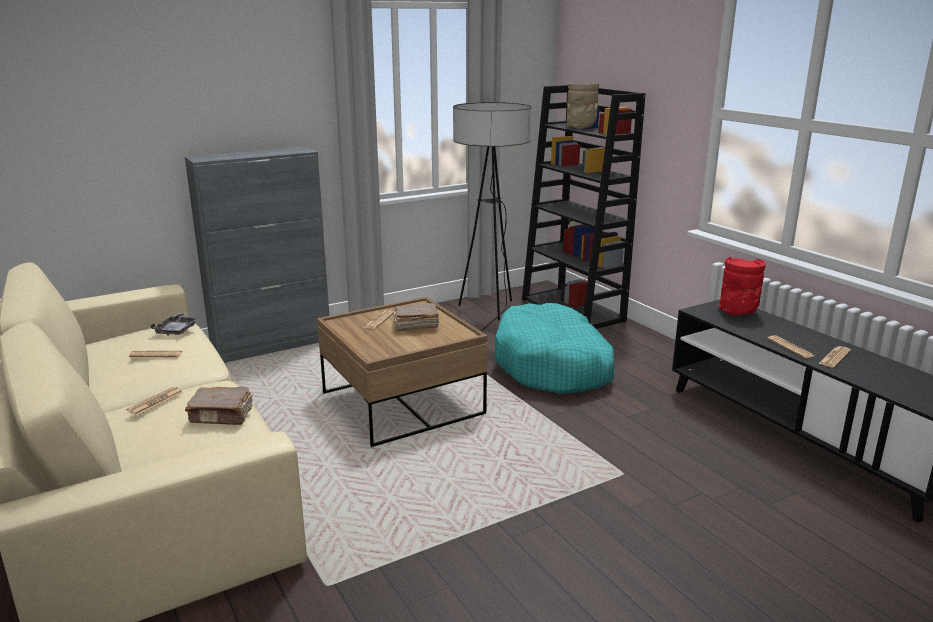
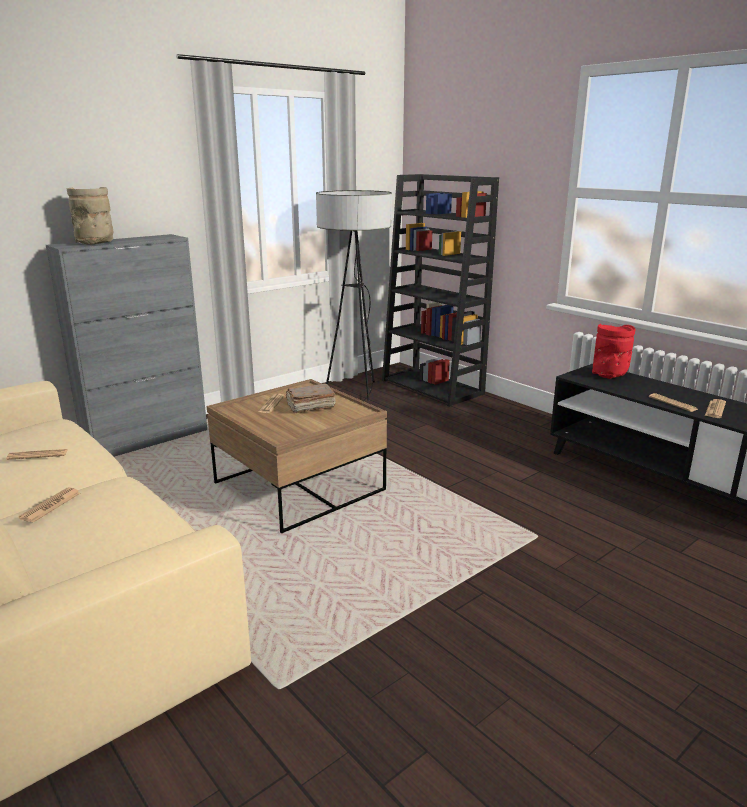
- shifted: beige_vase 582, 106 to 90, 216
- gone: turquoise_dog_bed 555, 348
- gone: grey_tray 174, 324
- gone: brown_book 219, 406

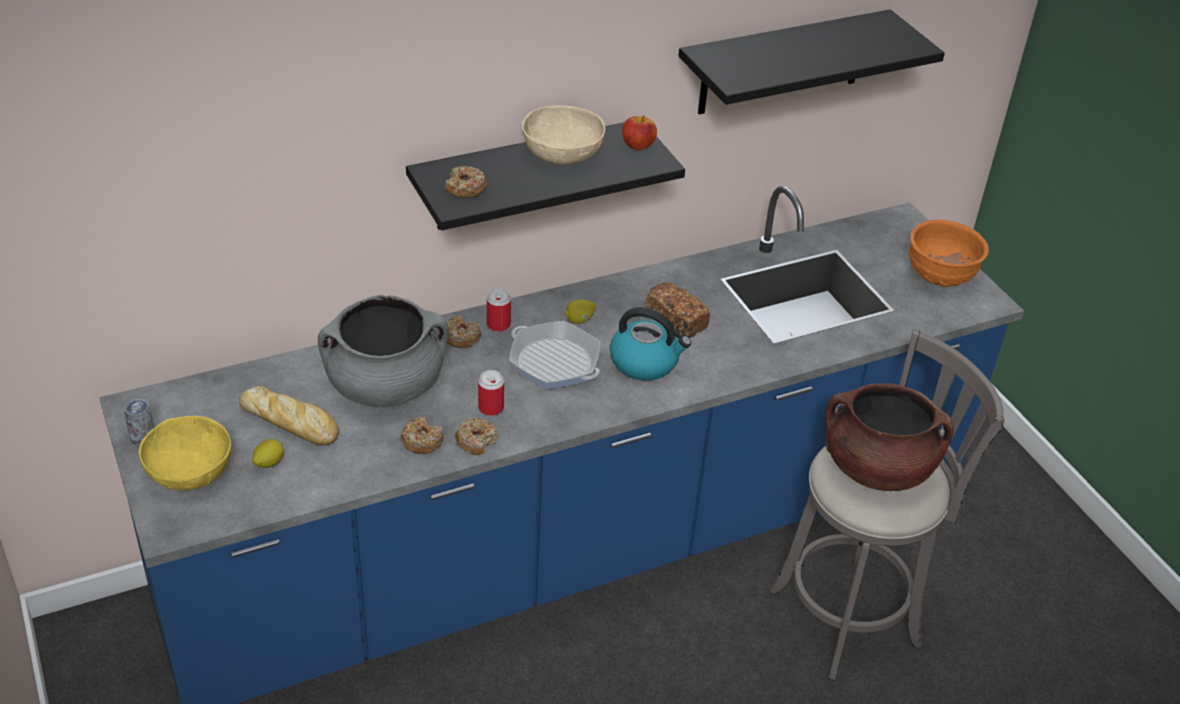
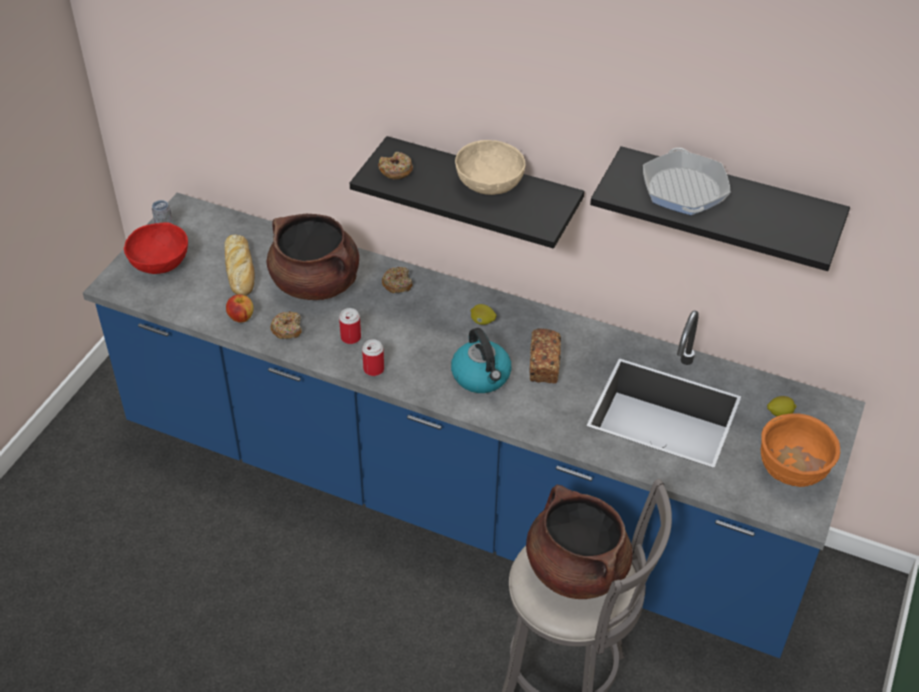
- shifted: apple 639, 133 to 240, 308
- shifted: can 499, 310 to 373, 357
- repainted: grey_cooking_pot 383, 351 to brown_cooking_pot 312, 257
- shifted: frying_pan 554, 355 to 687, 181
- repainted: yellow_bowl 185, 453 to red_bowl 156, 248
- gone: donut 476, 436
- shifted: lemon 268, 453 to 782, 406

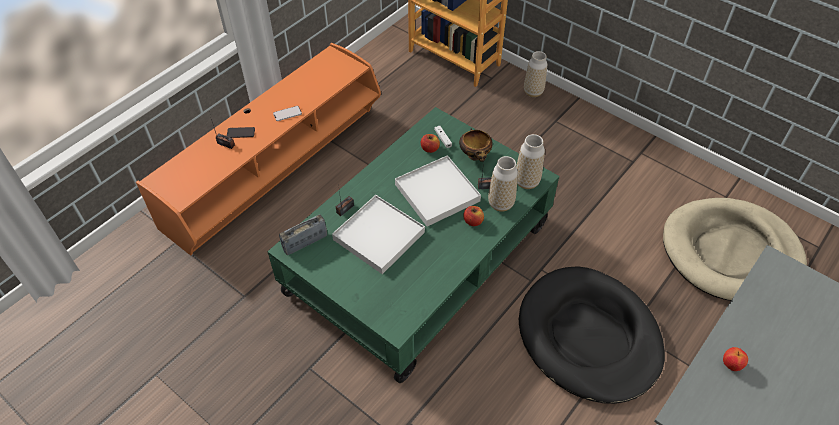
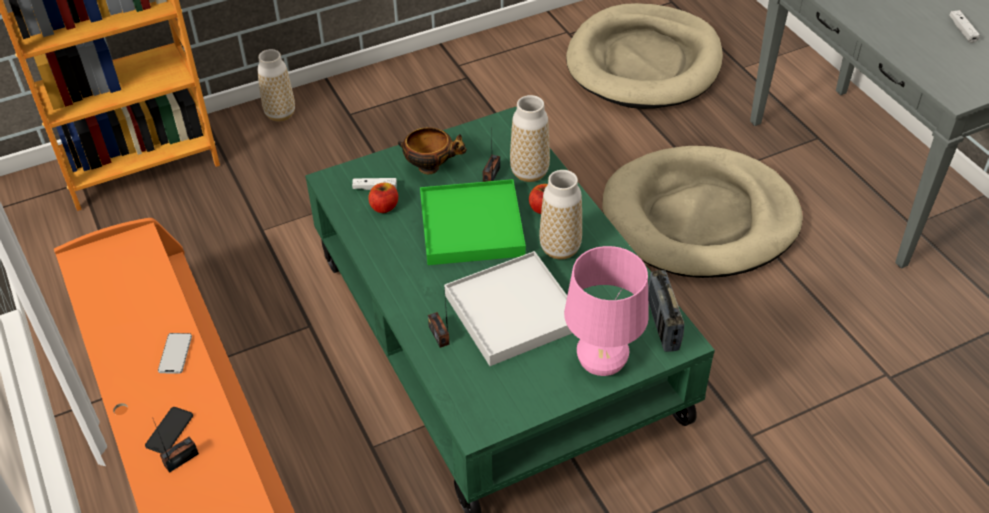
- shifted: vase 530, 161 to 560, 215
- repainted: white_tray 438, 190 to green_tray 473, 222
- shifted: radio 303, 234 to 666, 311
- repainted: black_dog_bed 592, 335 to beige_dog_bed 702, 212
- gone: apple 735, 359
- new: white_game_controller 964, 26
- new: pink_table_lamp 606, 311

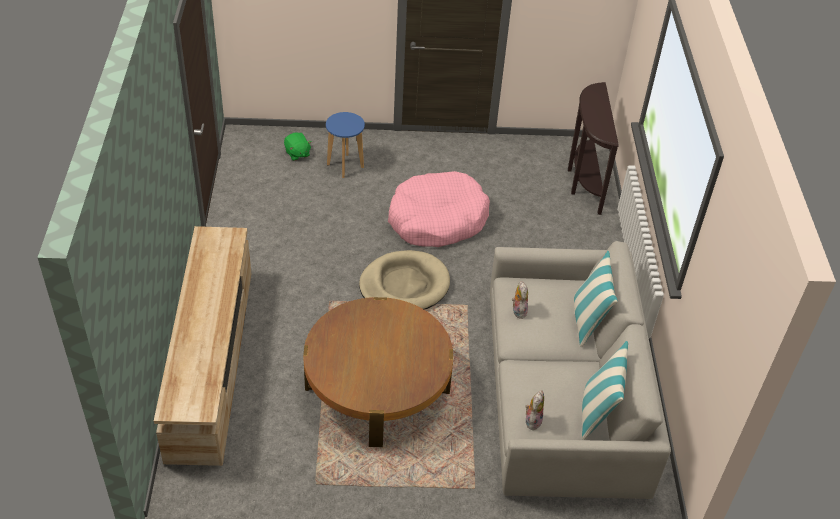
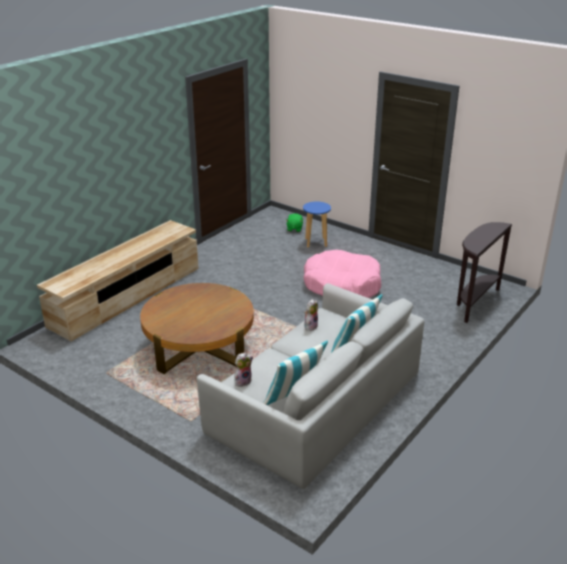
- gone: beige_dog_bed 404, 280

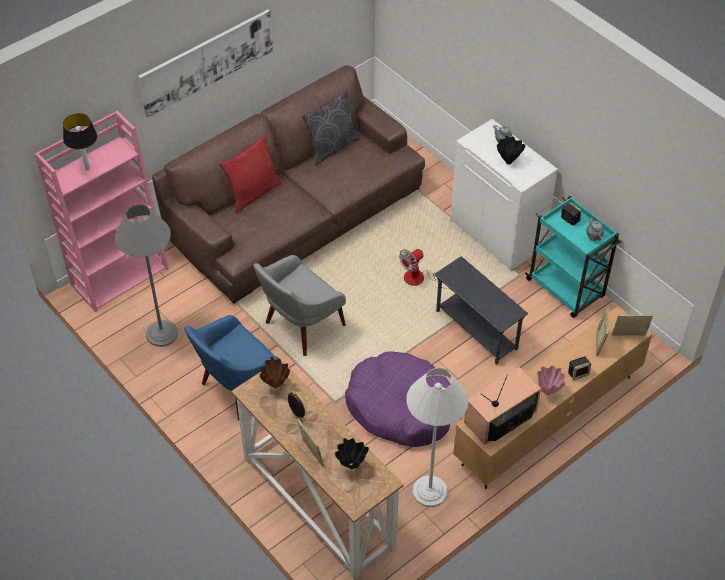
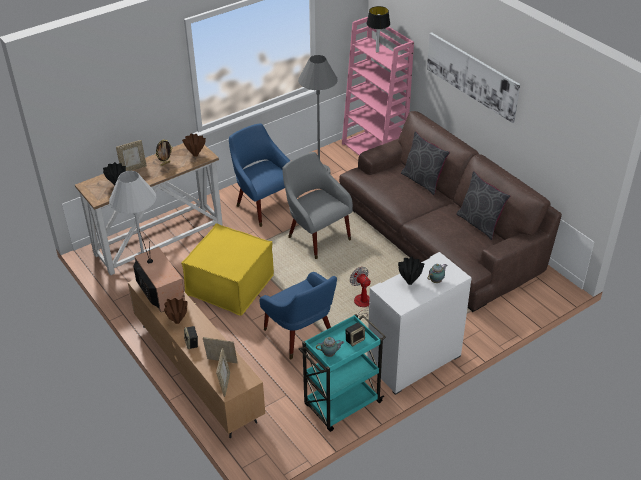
- repainted: red_pillow 250, 173 to grey_pillow 425, 163
- swapped: grey_side_table 481, 310 to blue_armchair 298, 316
- swapped: purple_dog_bed 397, 399 to yellow_ottoman 227, 269
- repainted: pink_vase 551, 380 to brown_vase 175, 311

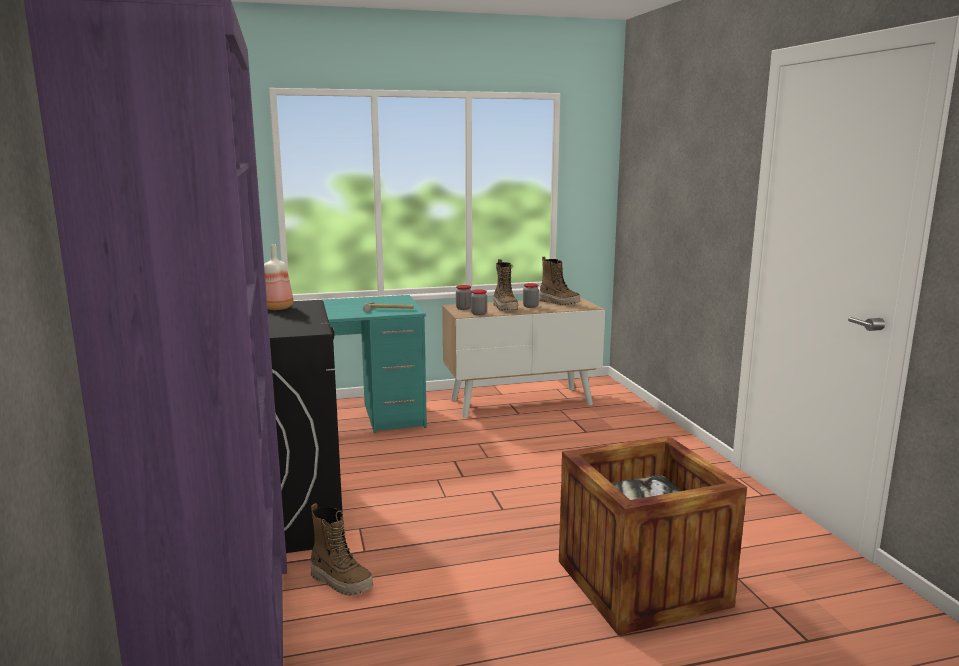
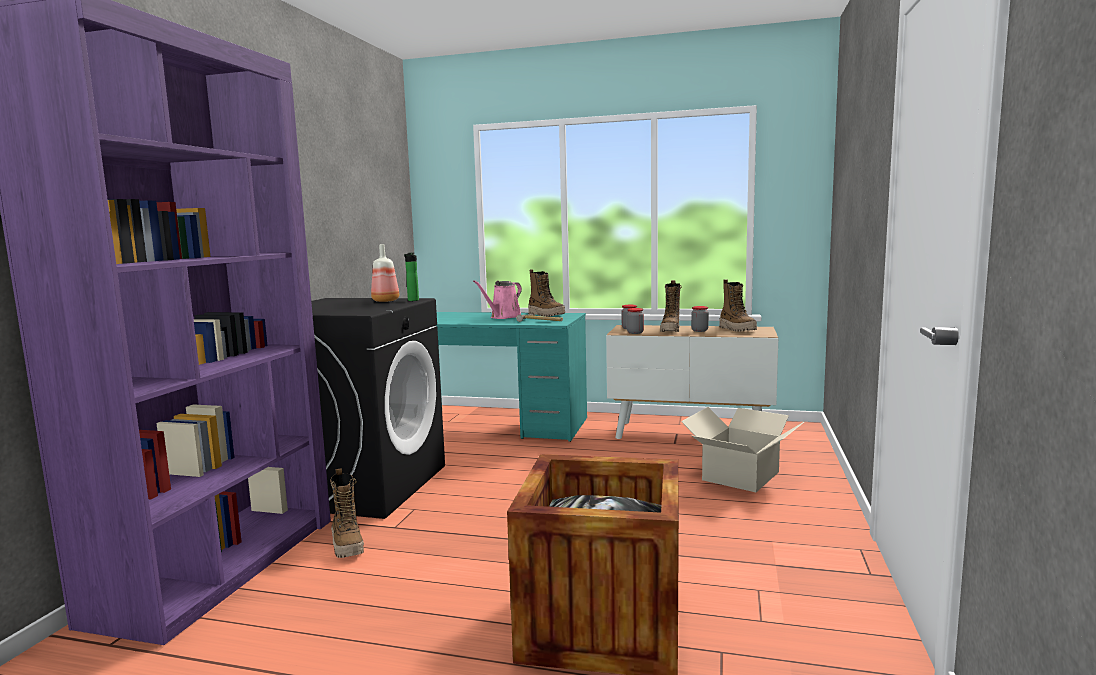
- new: bottle 411, 276
- new: boot 546, 292
- new: pink_watering_can 497, 299
- new: cardboard_box 742, 449

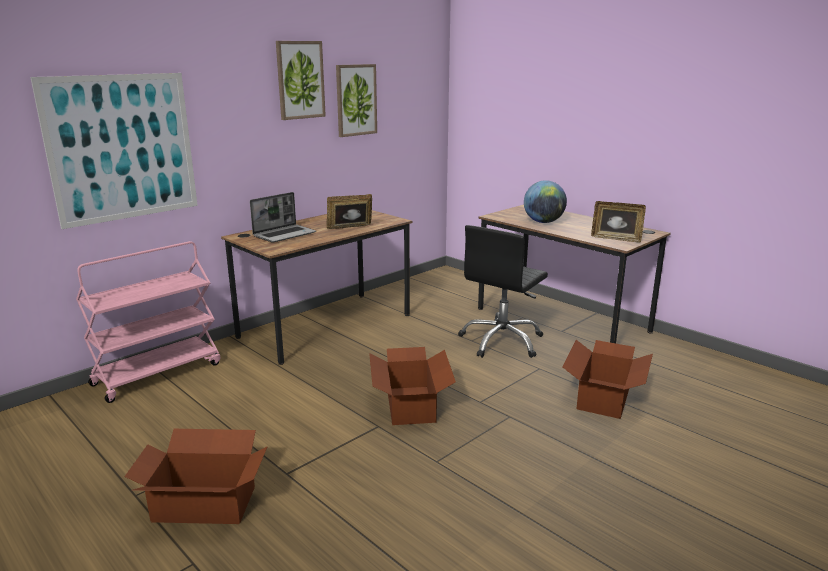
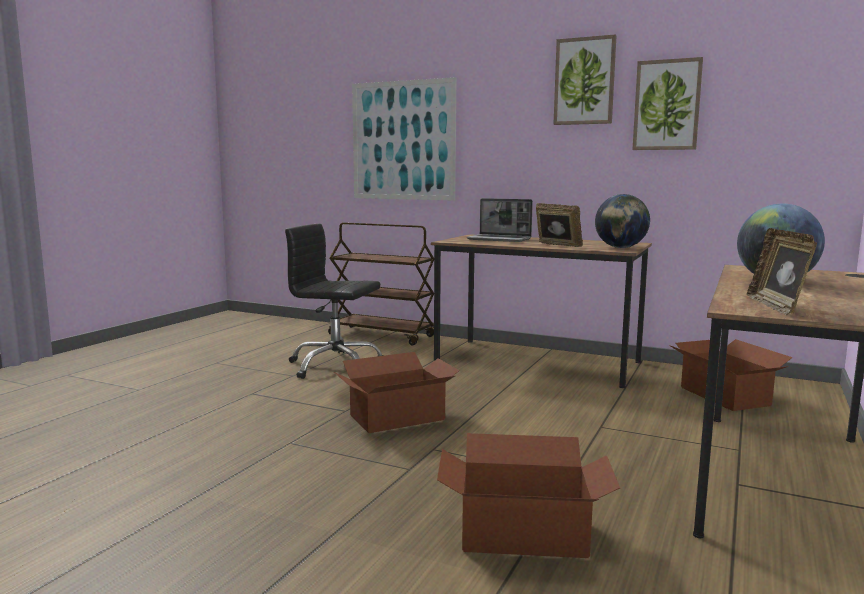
- shifted: black_office_chair 503, 291 to 334, 301
- repainted: pink_cart 148, 322 to brown_cart 381, 284
- shifted: cardboard_box 195, 476 to 731, 375
- new: globe 622, 221

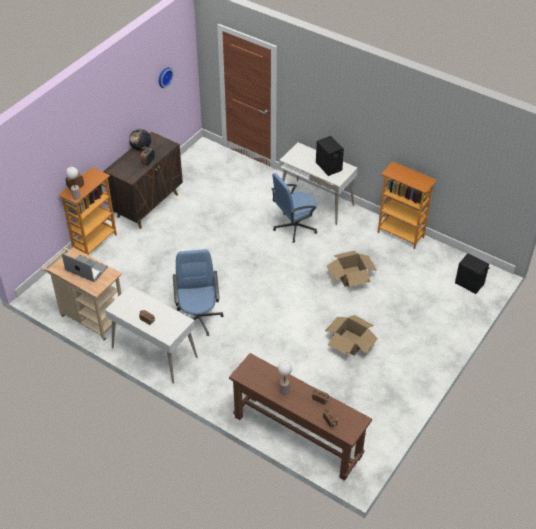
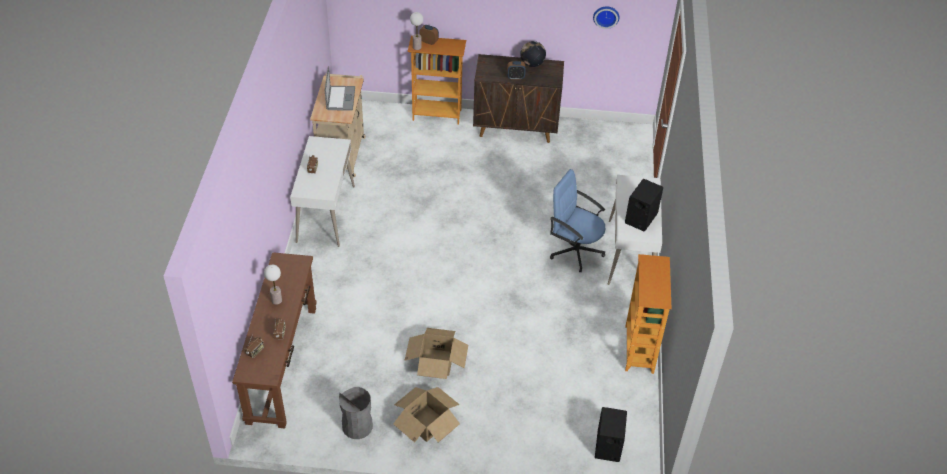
- gone: blue_office_chair 198, 292
- shifted: cardboard_box 352, 269 to 426, 415
- new: grey_trash_can 356, 413

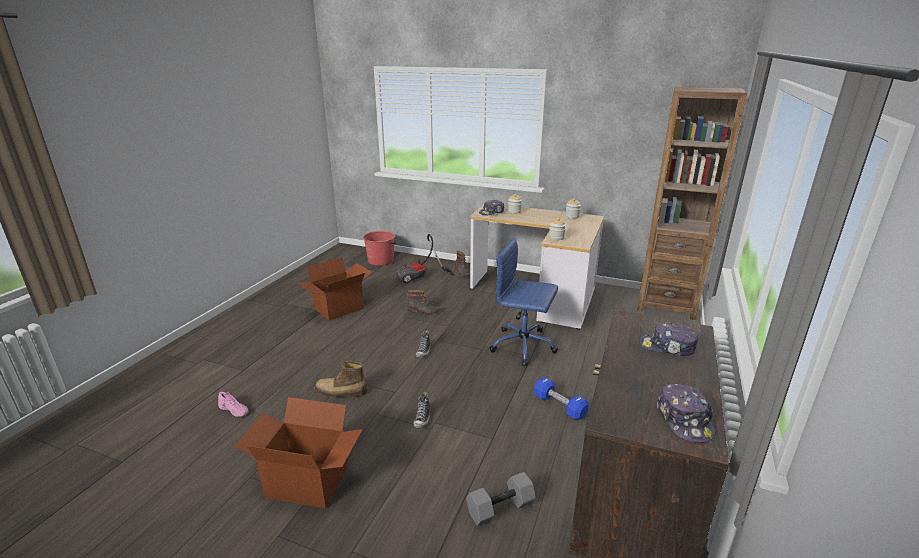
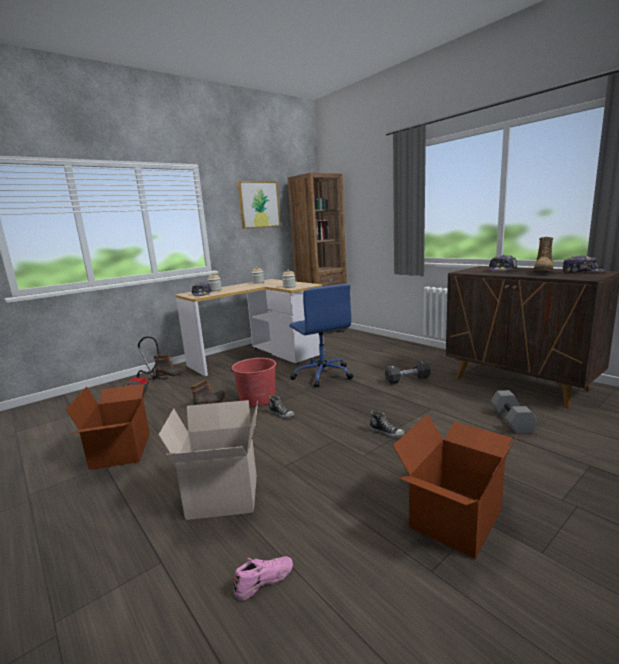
- shifted: red_bucket 379, 248 to 254, 382
- rotated: blue_office_chair 523, 302 = 321, 335 75 degrees counterclockwise
- shifted: boot 341, 379 to 543, 254
- repainted: blue_dumbbell 561, 399 to black_dumbbell 408, 372
- new: picture 259, 205
- new: cardboard_box 208, 460

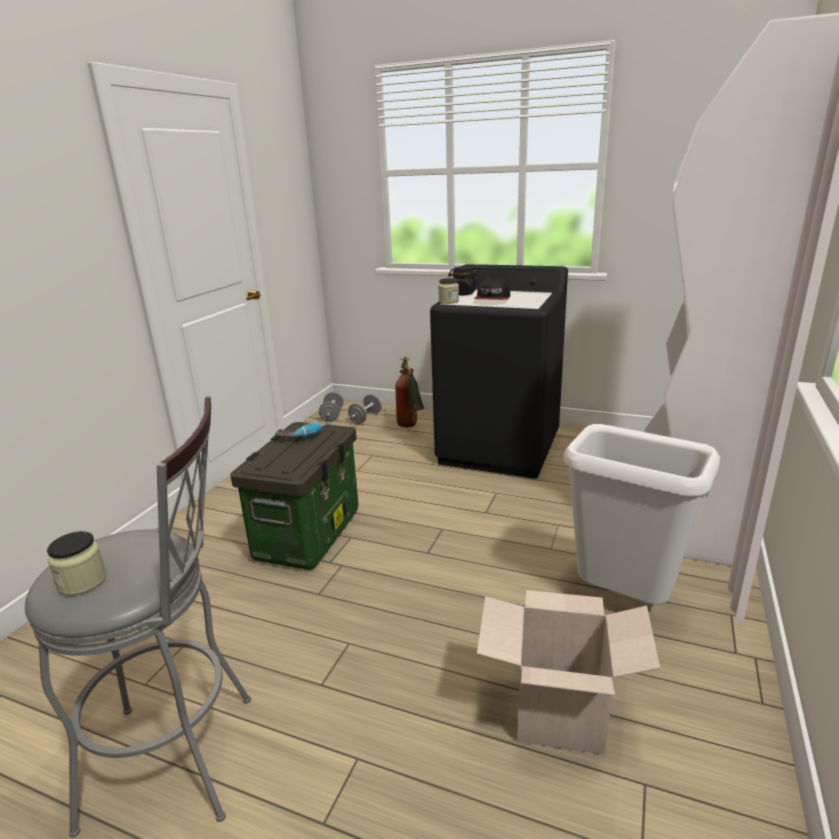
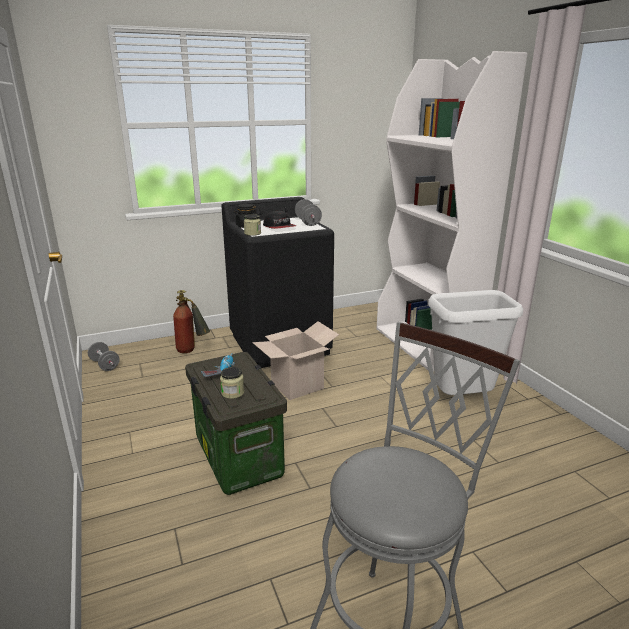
- shifted: grey_dumbbell 365, 409 to 308, 212
- shifted: jar 77, 563 to 232, 383
- shifted: cardboard_box 568, 672 to 295, 360

